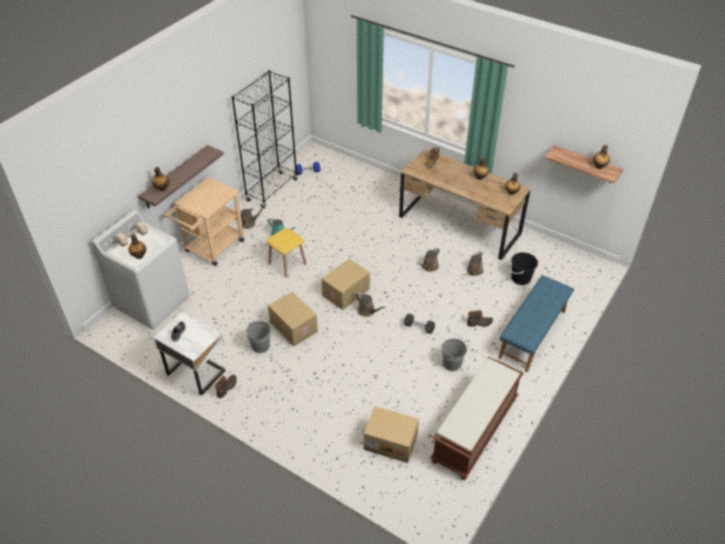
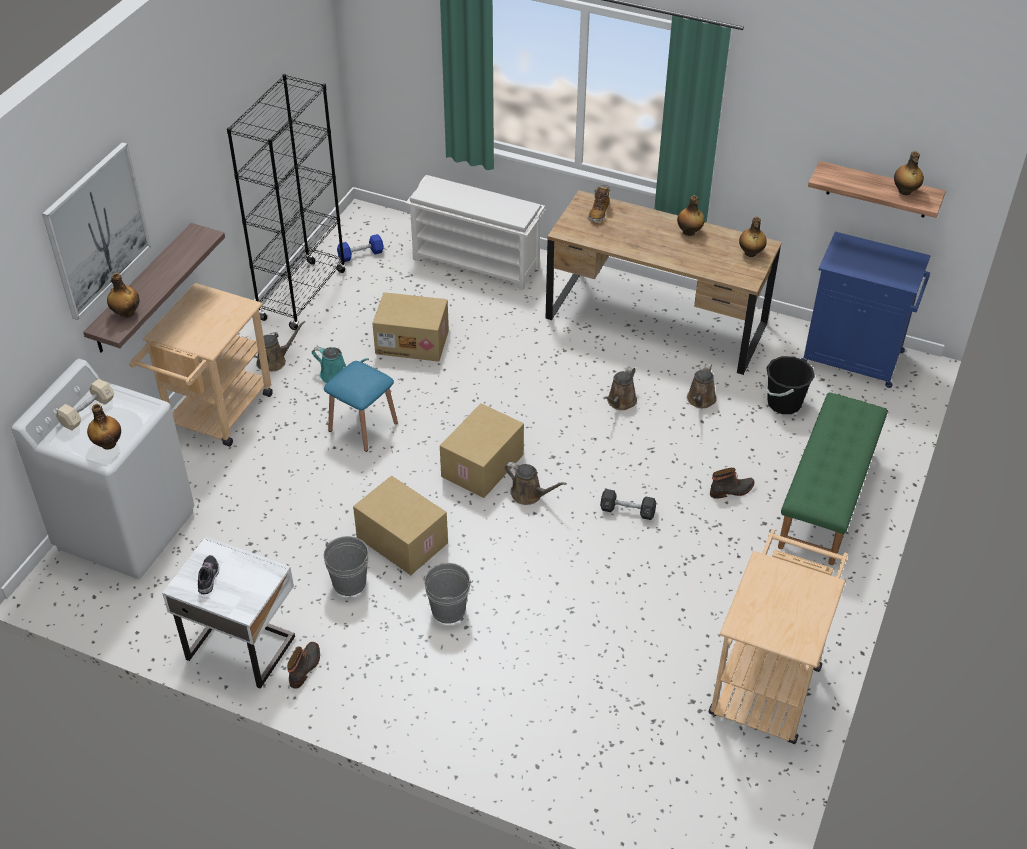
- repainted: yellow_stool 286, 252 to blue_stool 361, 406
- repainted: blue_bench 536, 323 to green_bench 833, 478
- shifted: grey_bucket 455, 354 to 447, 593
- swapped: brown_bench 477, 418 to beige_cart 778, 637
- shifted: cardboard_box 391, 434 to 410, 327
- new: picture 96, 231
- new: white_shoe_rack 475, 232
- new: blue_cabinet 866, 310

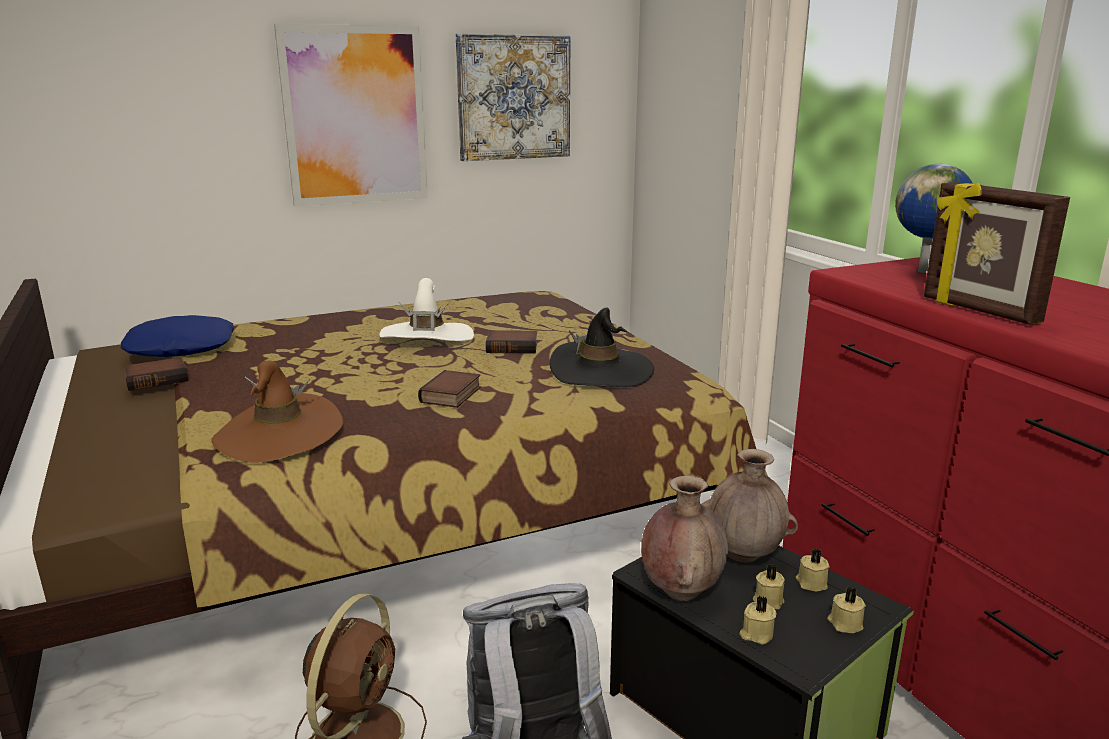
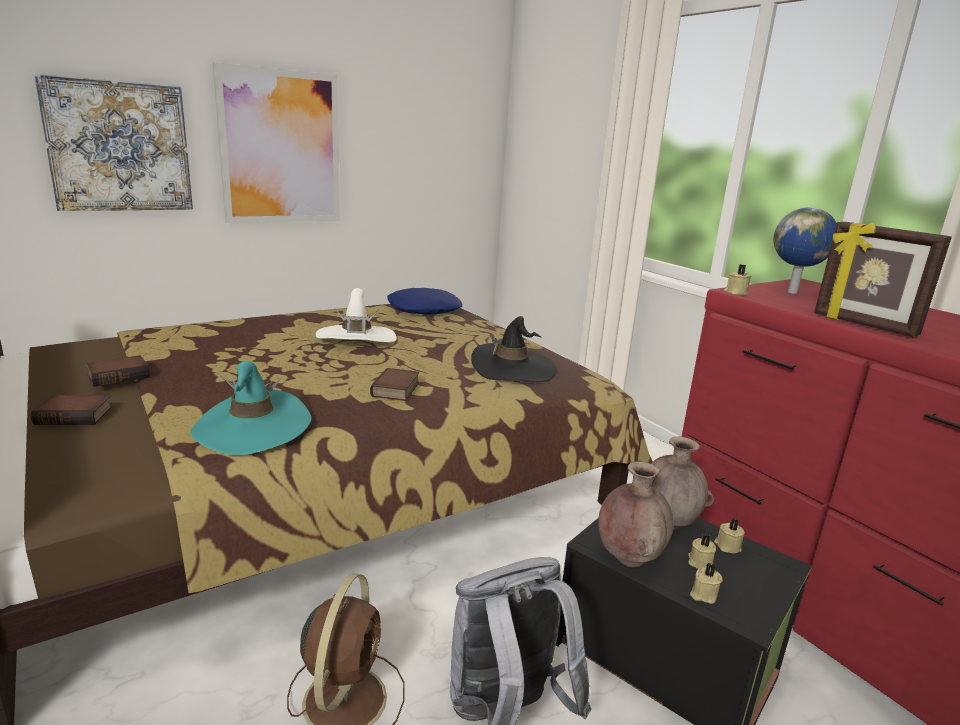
- shifted: picture 513, 97 to 113, 142
- shifted: blue_pillow 177, 336 to 424, 301
- shifted: book 511, 342 to 71, 410
- repainted: brown_hat 277, 411 to turquoise_hat 251, 408
- shifted: beige_candle 846, 610 to 737, 279

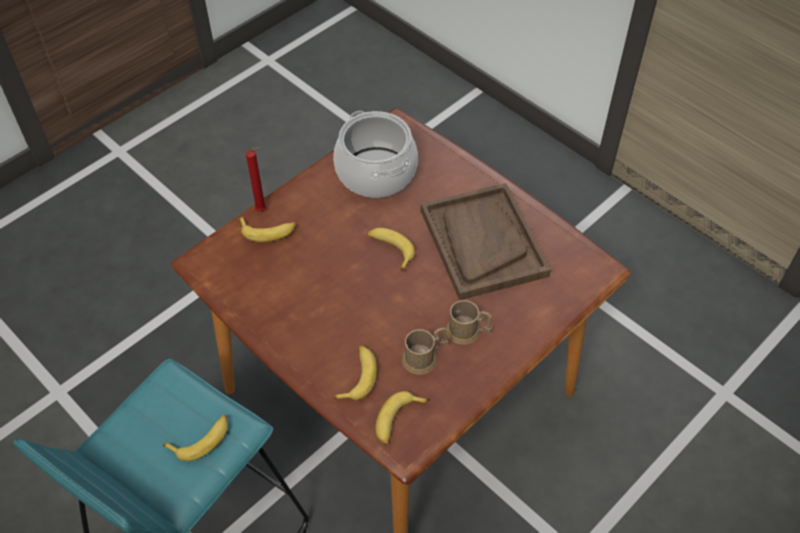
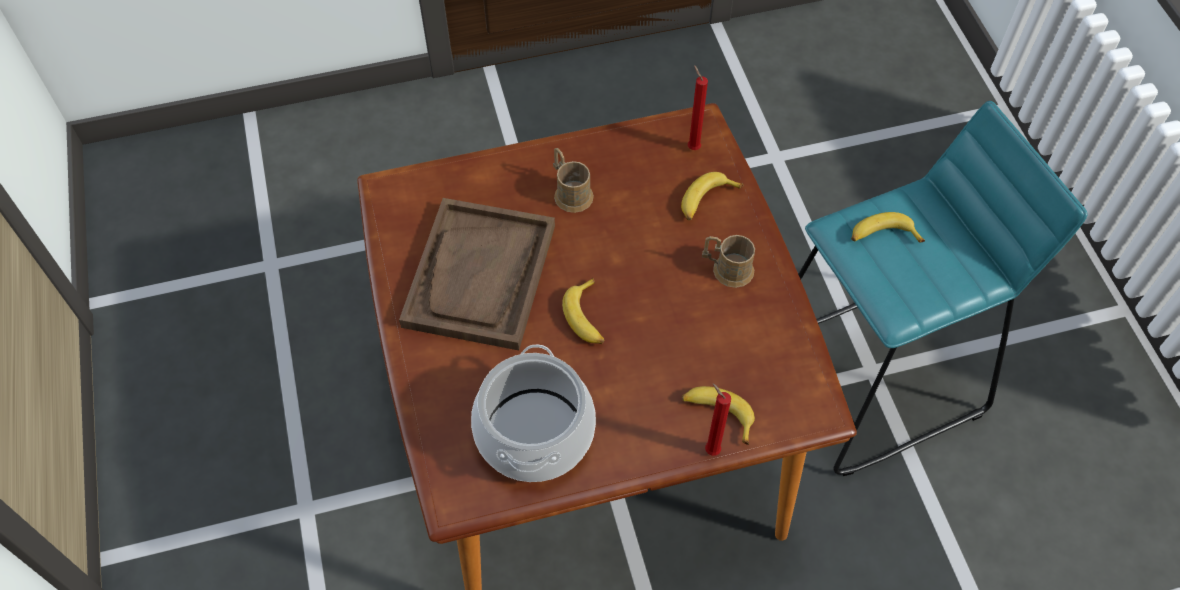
- shifted: brown_mug 425, 351 to 728, 261
- swapped: banana 402, 418 to red_candle 697, 107

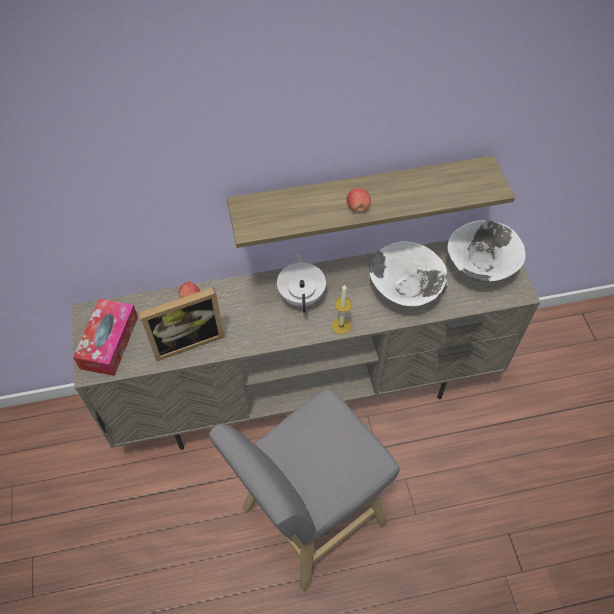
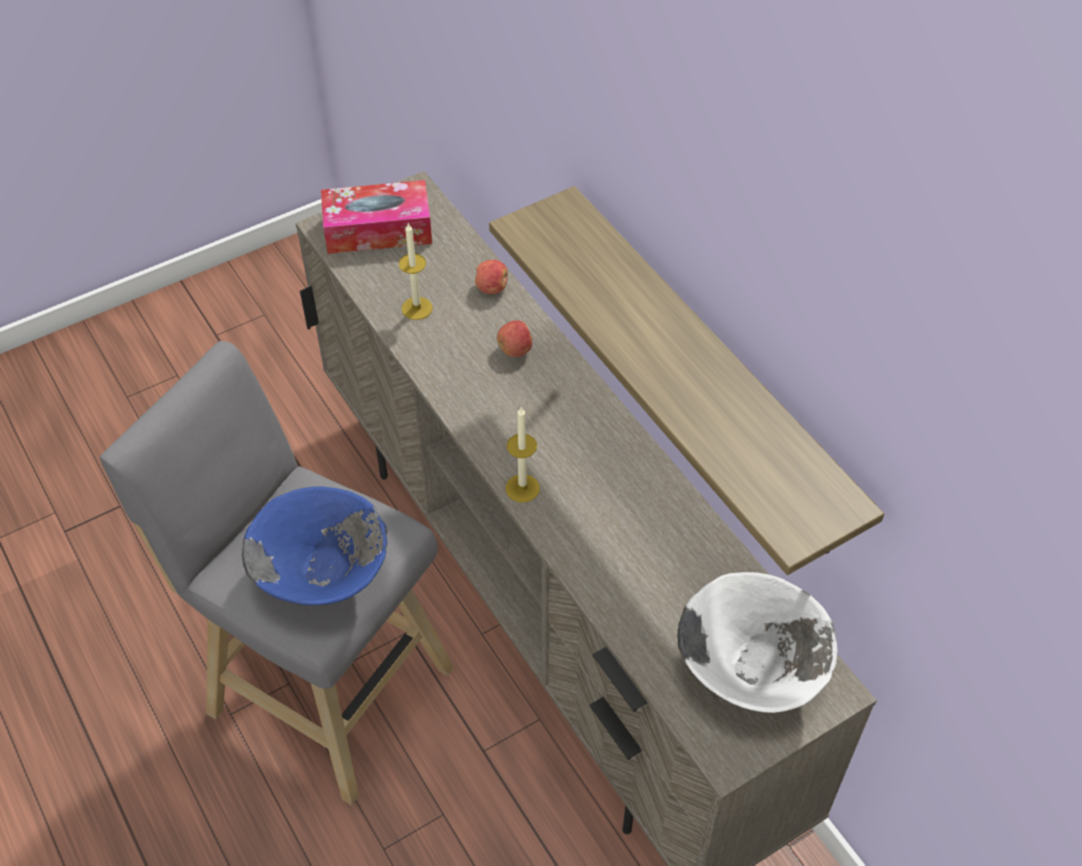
- shifted: apple 358, 200 to 515, 338
- gone: white_bowl 408, 273
- gone: white_teapot 301, 282
- swapped: picture_frame 181, 324 to candle 416, 271
- new: blue_bowl 314, 545

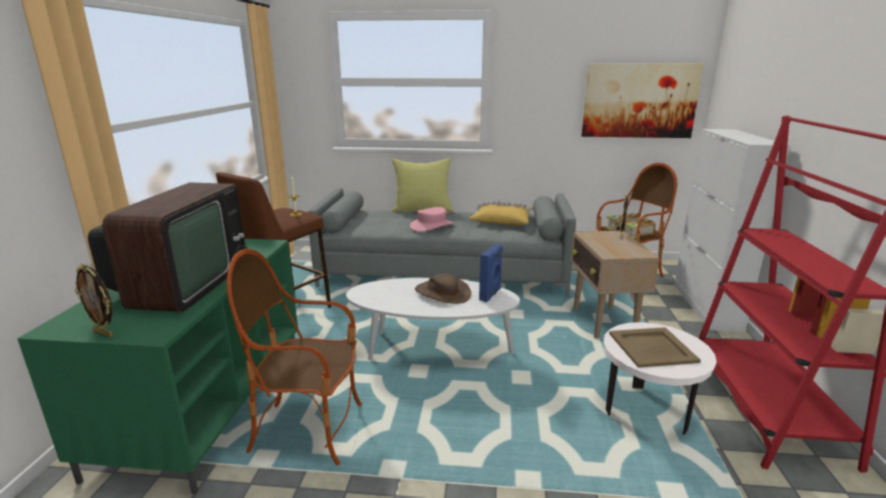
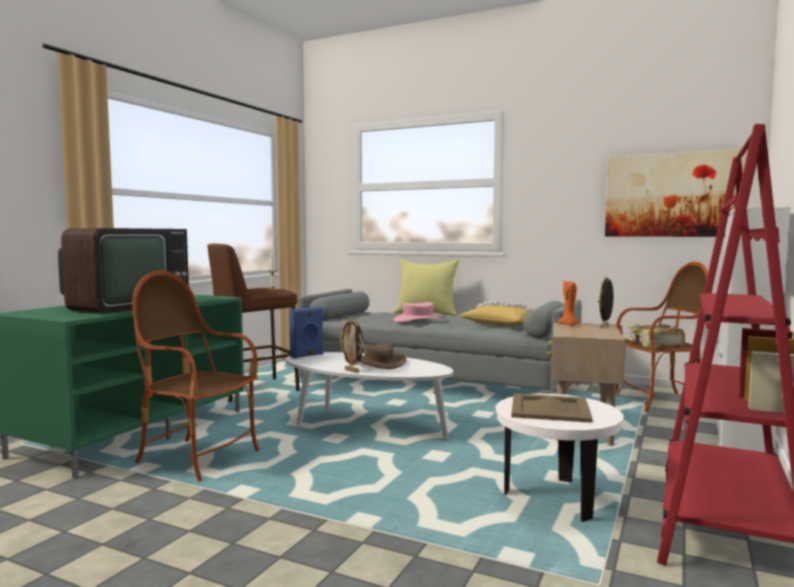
- shifted: blue_speaker 491, 273 to 306, 333
- shifted: picture_frame 93, 300 to 352, 345
- new: orange_candle 569, 302

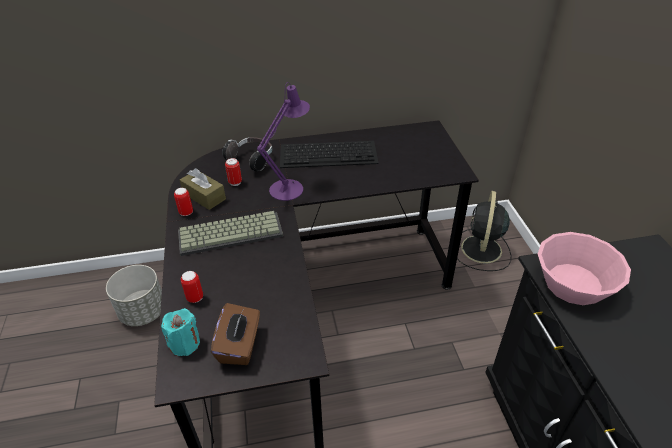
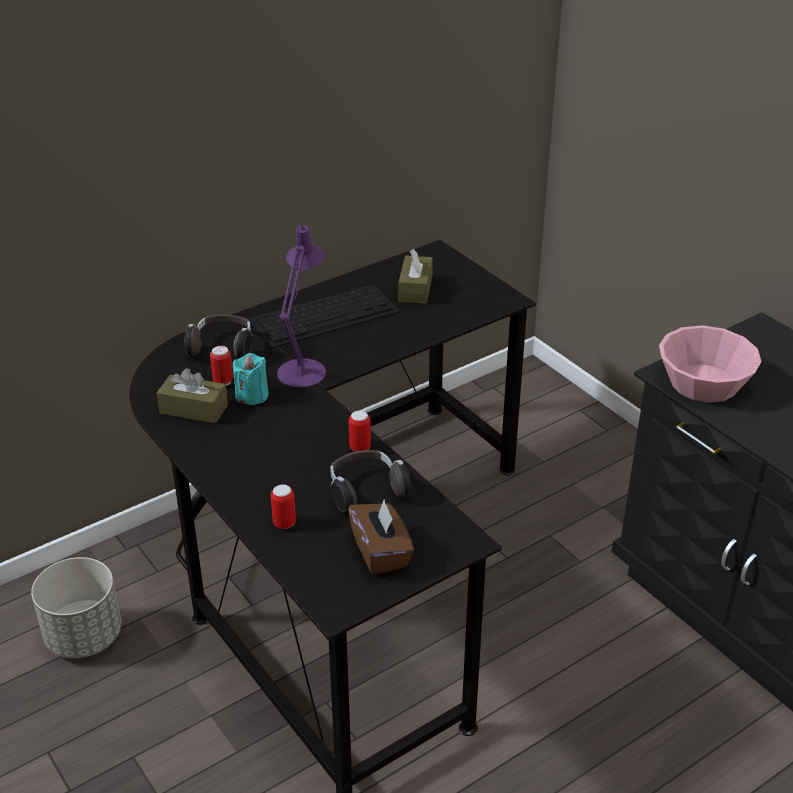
- shifted: can 183, 202 to 360, 431
- gone: black_fan 484, 231
- gone: keyboard 230, 233
- shifted: turquoise_candle 180, 332 to 250, 379
- new: brown_tissue_box 415, 276
- new: headphones 370, 482

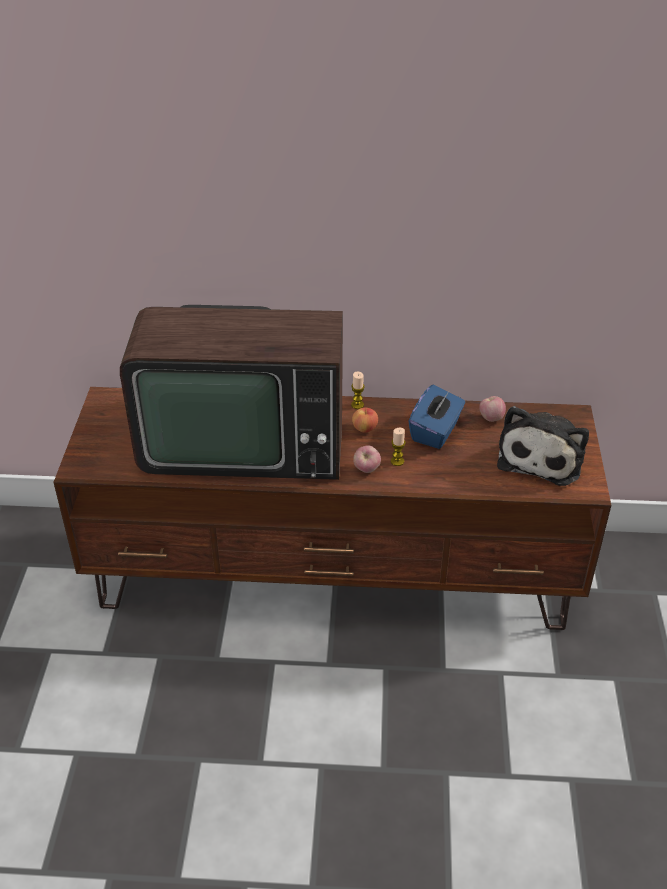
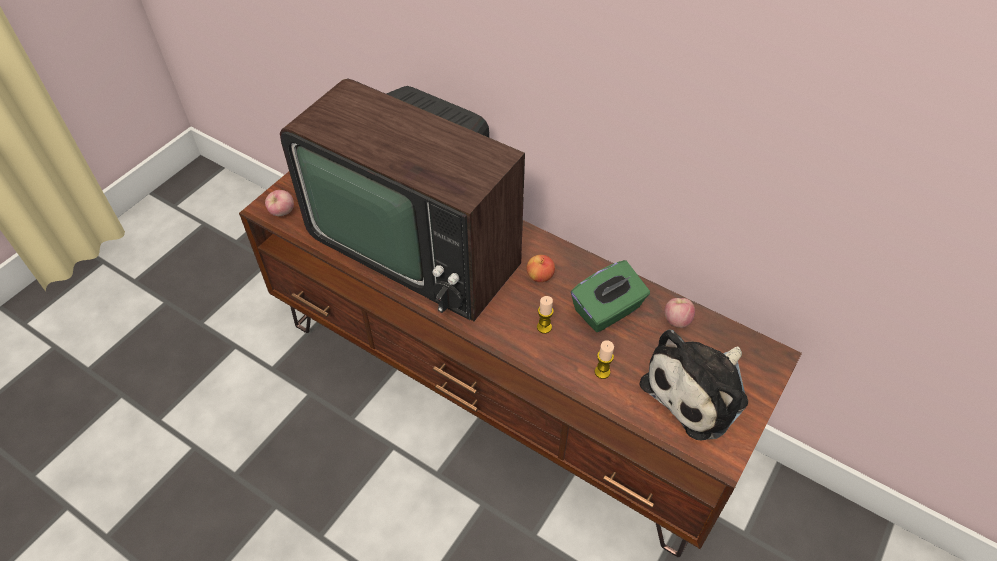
- shifted: candle 358, 390 to 604, 359
- repainted: blue_tissue_box 437, 416 to green_tissue_box 610, 296
- shifted: apple 367, 459 to 279, 203

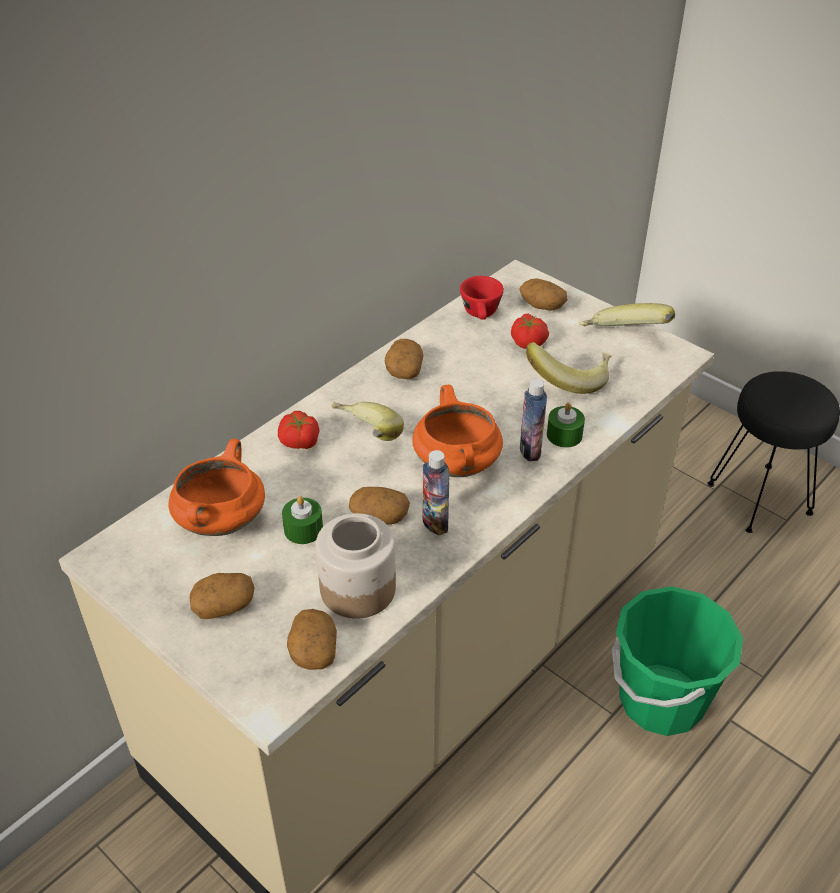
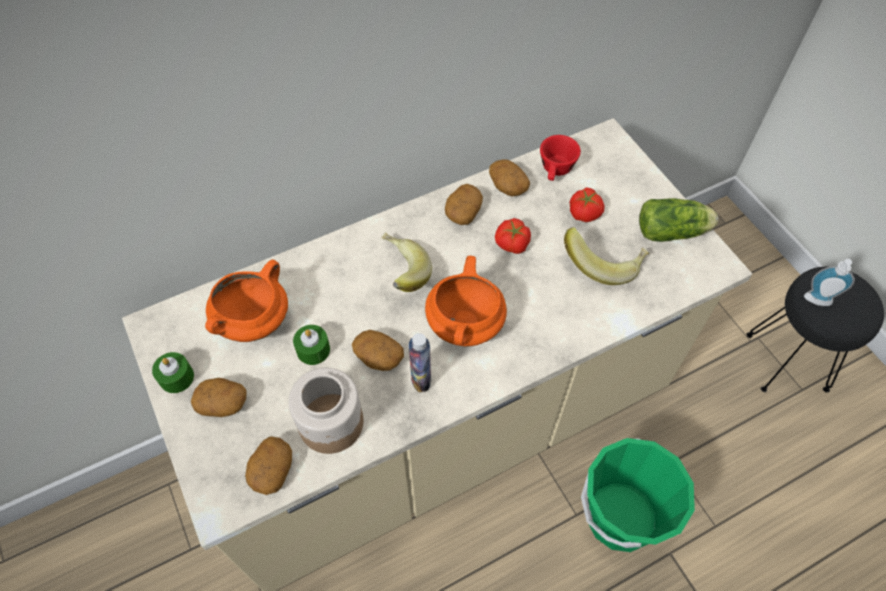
- shifted: potato 544, 294 to 509, 178
- swapped: banana 627, 315 to lettuce 678, 220
- gone: bottle 533, 420
- shifted: green_candle 566, 425 to 173, 372
- shifted: tomato 298, 430 to 513, 236
- new: soap_dispenser 829, 282

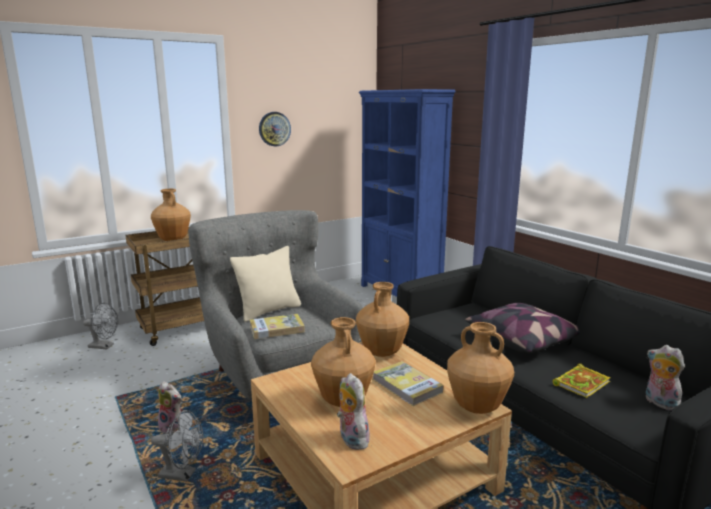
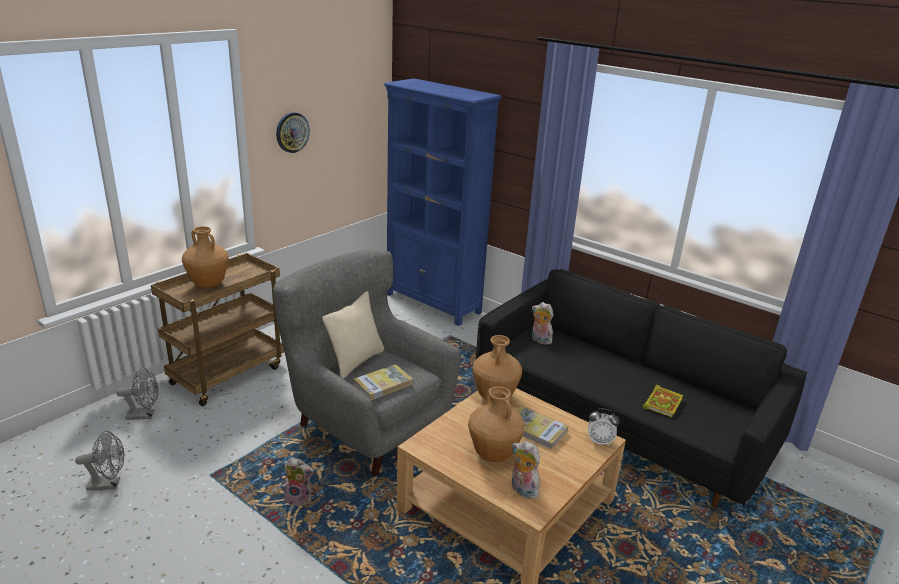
- gone: pillow 522, 328
- swapped: brown_vase 480, 368 to alarm_clock 604, 427
- shifted: plush_toy 665, 378 to 542, 323
- shifted: grey_fan 177, 446 to 99, 461

